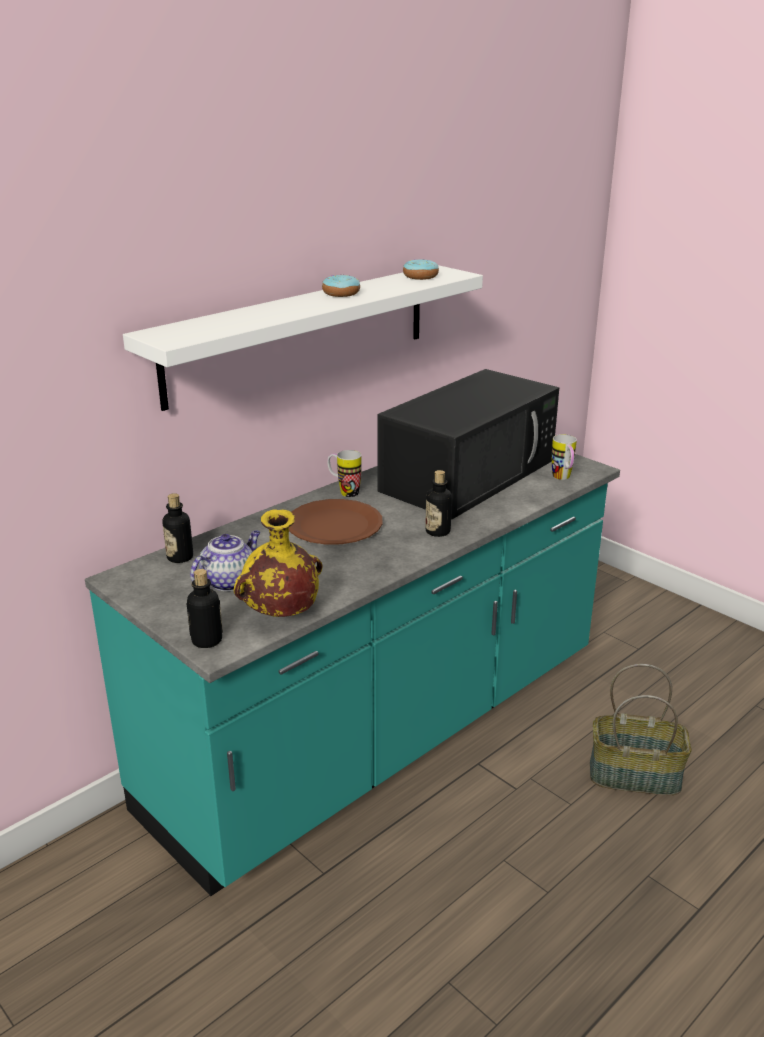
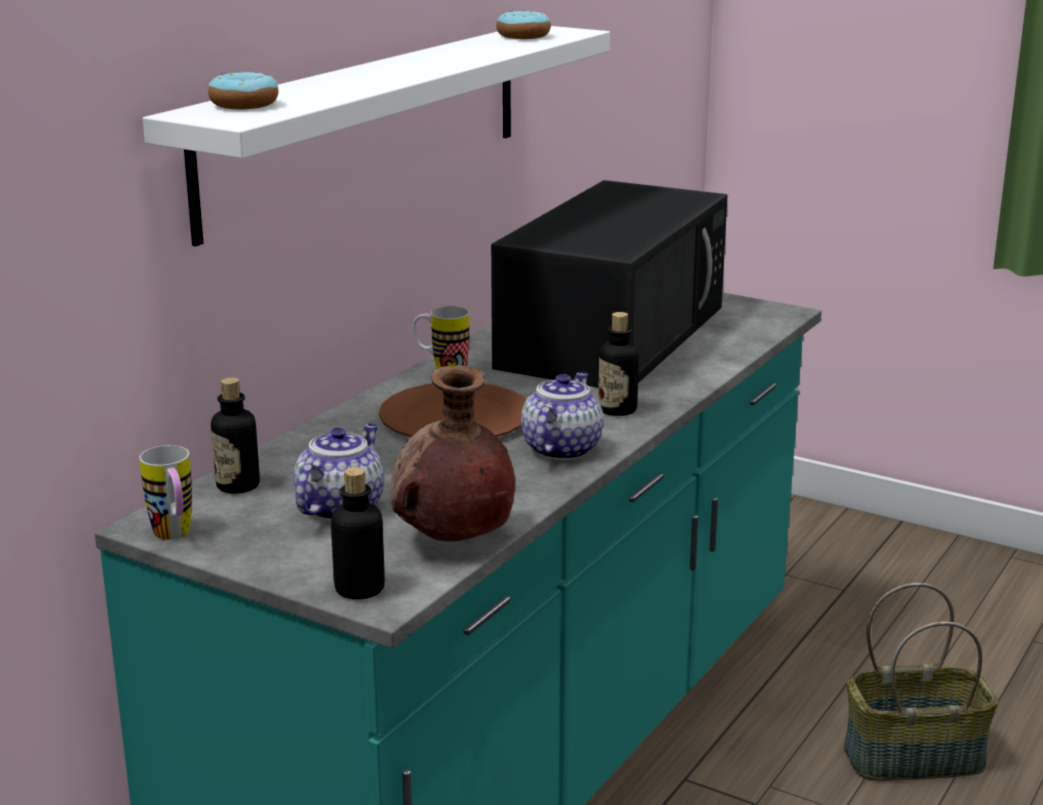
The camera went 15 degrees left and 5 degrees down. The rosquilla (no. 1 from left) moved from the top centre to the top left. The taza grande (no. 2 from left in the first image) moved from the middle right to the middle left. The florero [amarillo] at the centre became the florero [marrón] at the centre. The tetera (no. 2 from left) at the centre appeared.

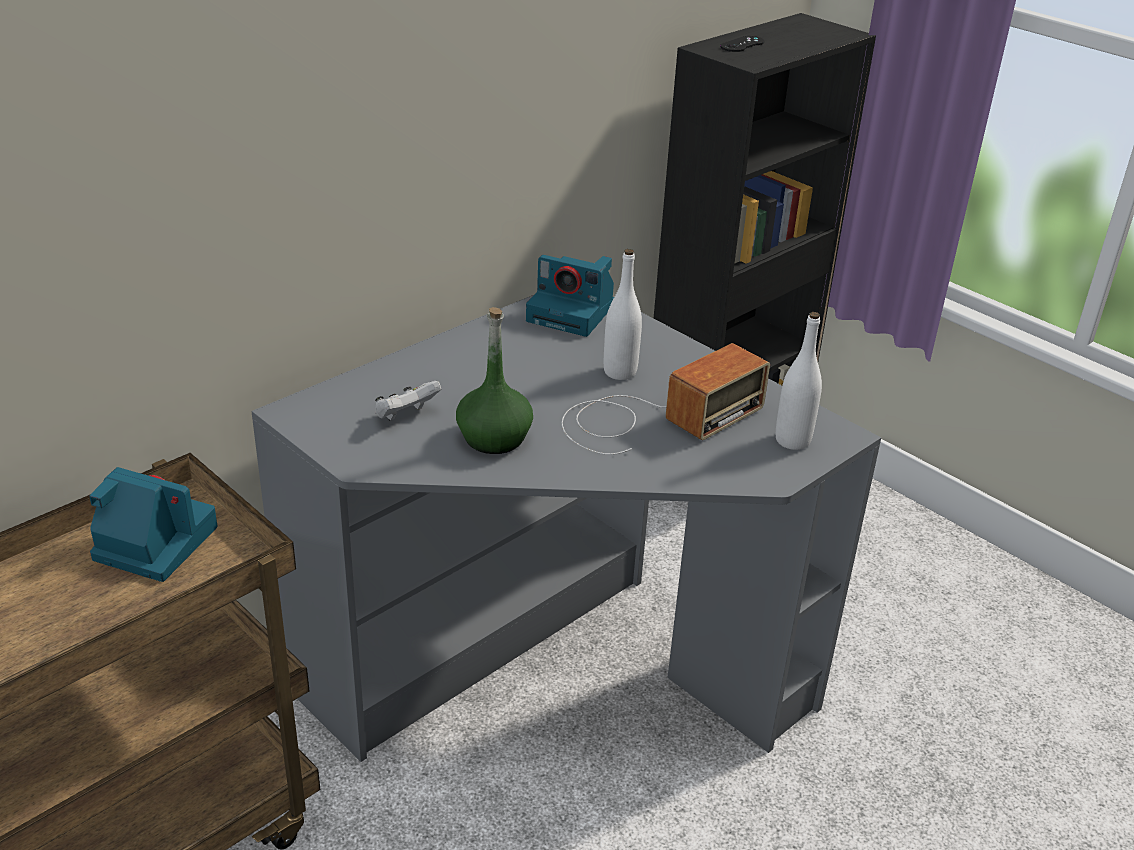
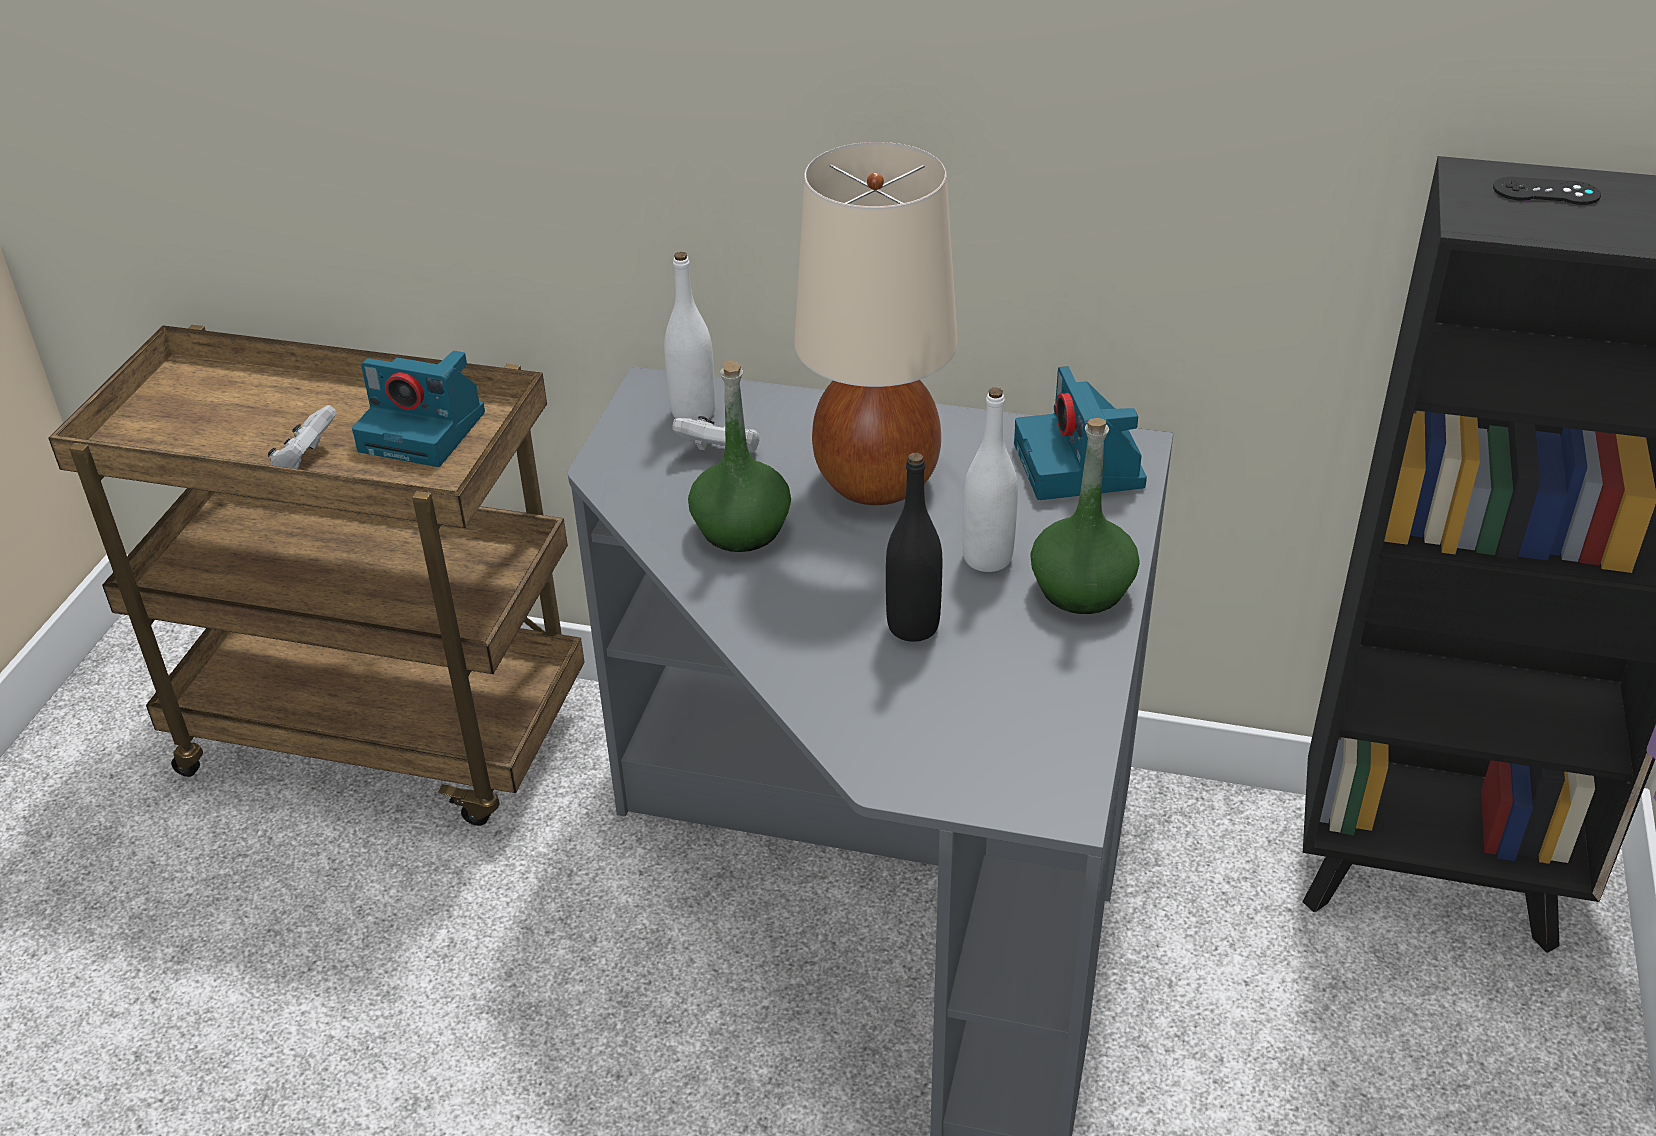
The camera went 60 degrees right and 5 degrees up. The botella [blanco] (no. 2 from left in the first image) moved from the middle right to the top centre. The radio at the centre was replaced by the botella [negro] at the centre. The cámara (no. 1 from left) at the middle left turned 120 degrees clockwise. The lámpara de mesa [beis] at the top centre appeared. The mando de consola [blanco] (no. 1 from left) at the middle left appeared. The botella [verde] (no. 2 from left) at the centre appeared.

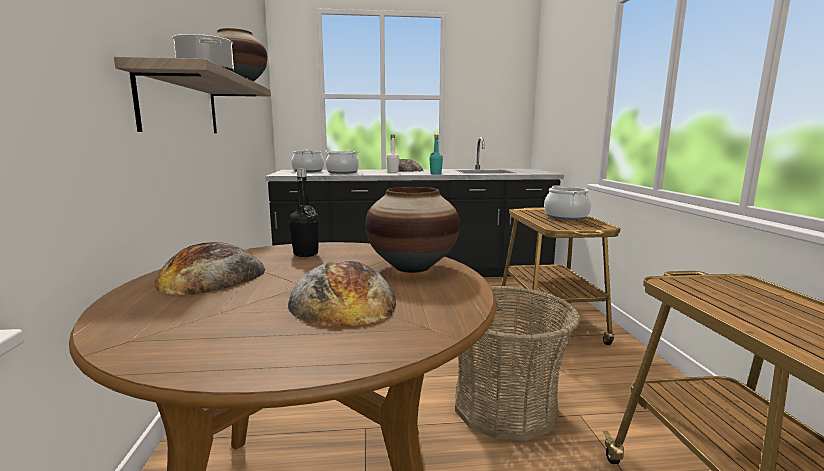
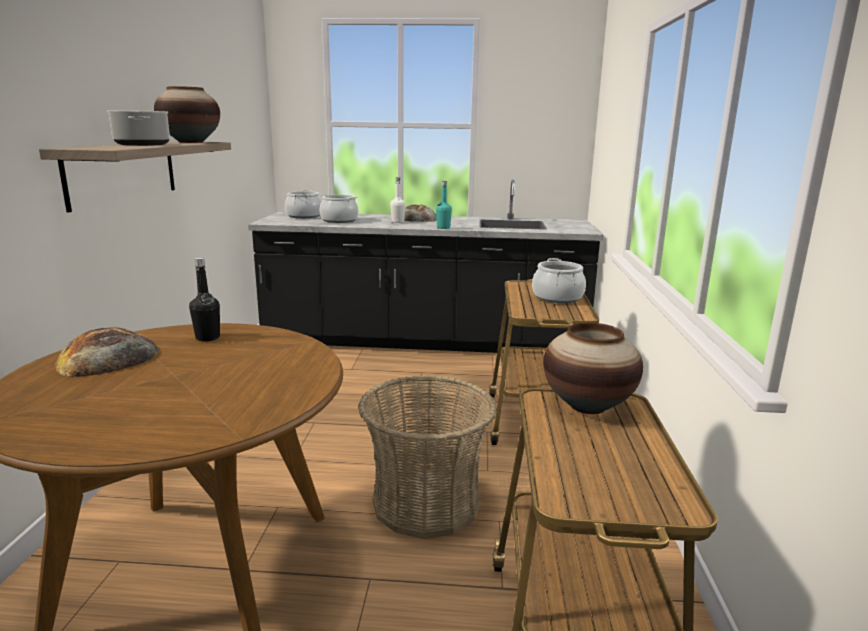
The camera went 10 degrees right and 5 degrees up. The florero (no. 2 from left) moved from the centre to the middle right. The pan (no. 2 from left) at the centre disappeared.

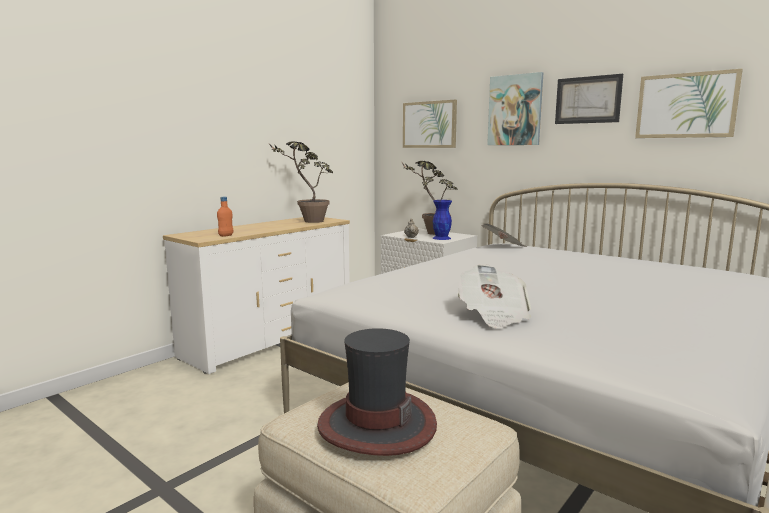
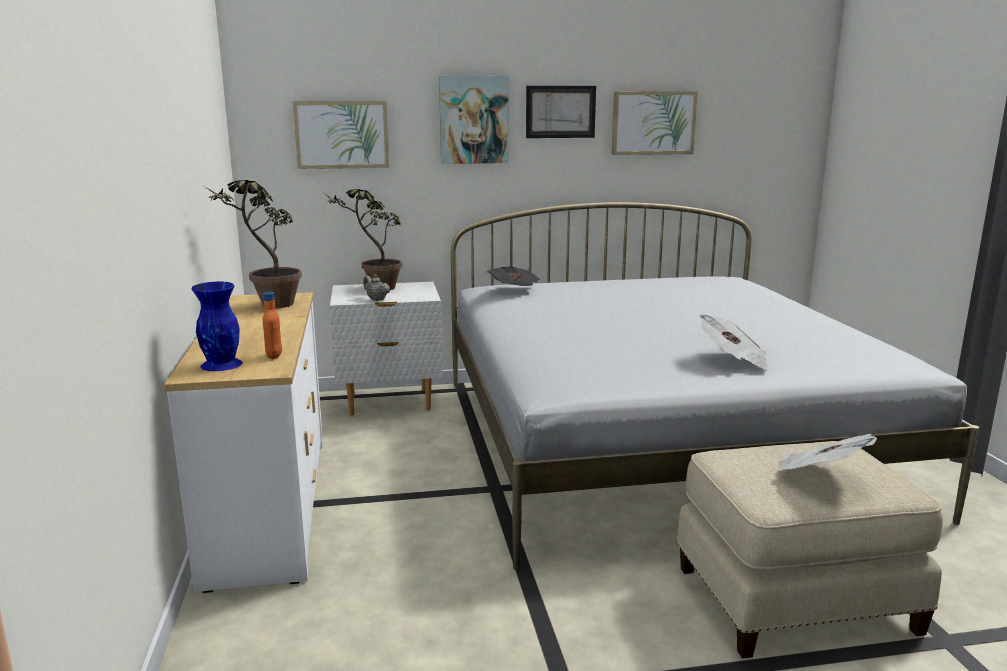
The camera went 50 degrees left and 5 degrees up. The florero [azul] moved from the centre to the middle left. The sombrero at the bottom centre was replaced by the periódico (no. 3 from left) at the bottom right.

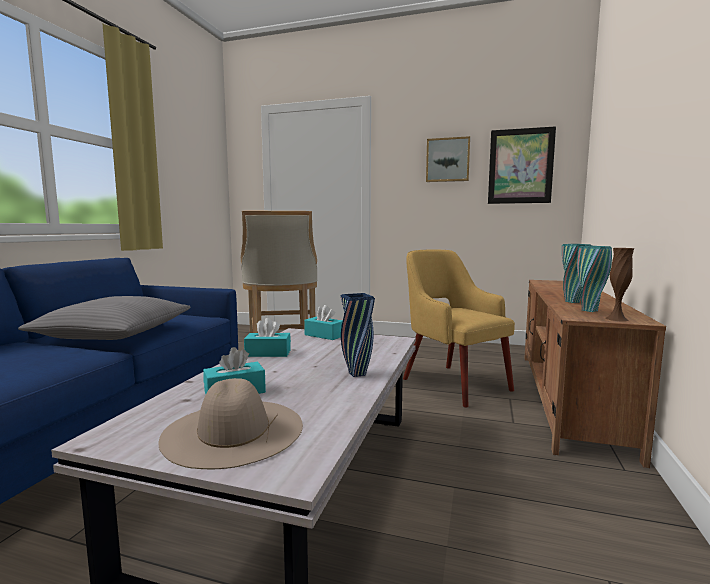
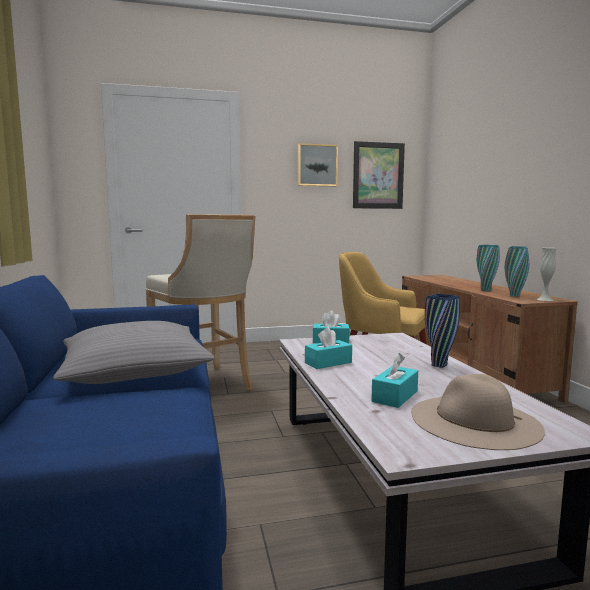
The camera went 30 degrees left and 0 degrees up. The florero [marrón] at the middle right became the florero [blanco] at the middle right.

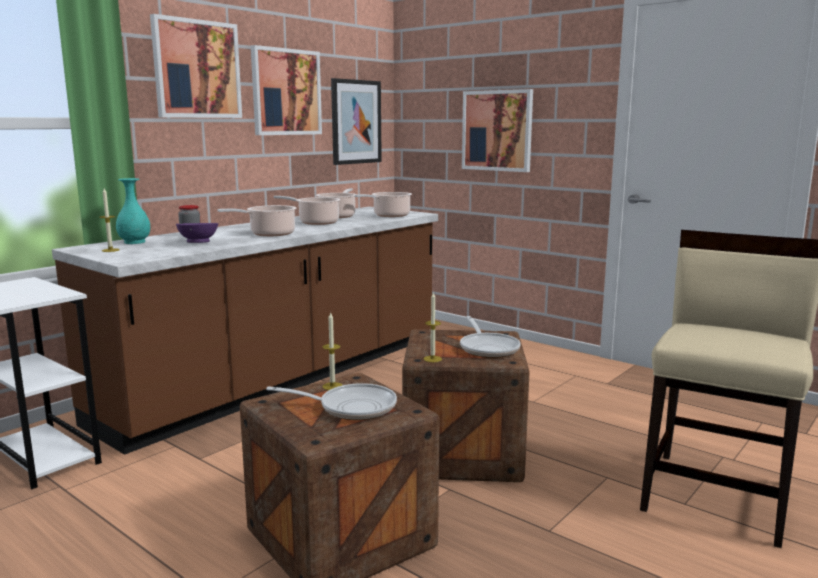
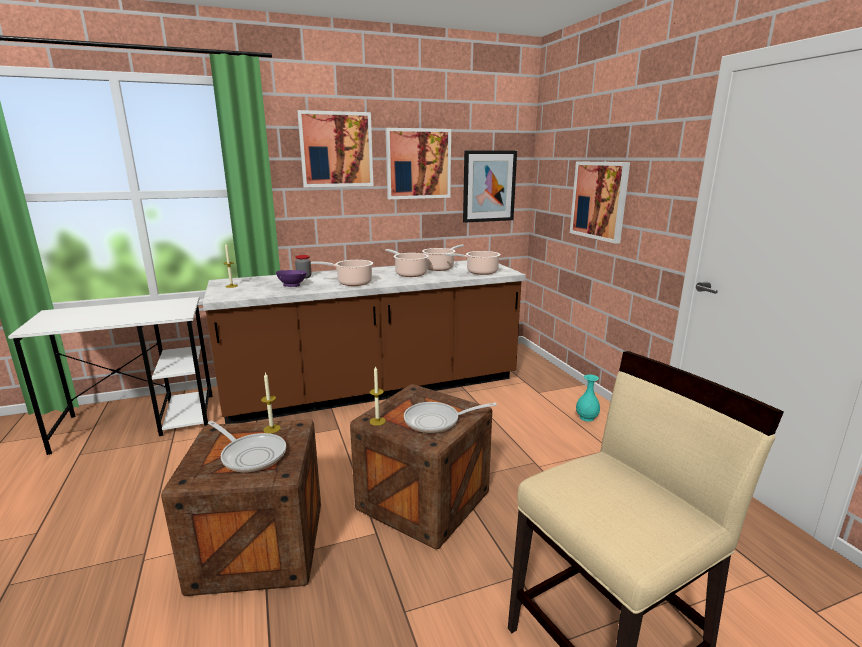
The camera went 30 degrees right and 5 degrees up. The florero [turquesa] moved from the middle left to the middle right. The sartén (no. 2 from left) at the centre turned 60 degrees clockwise.

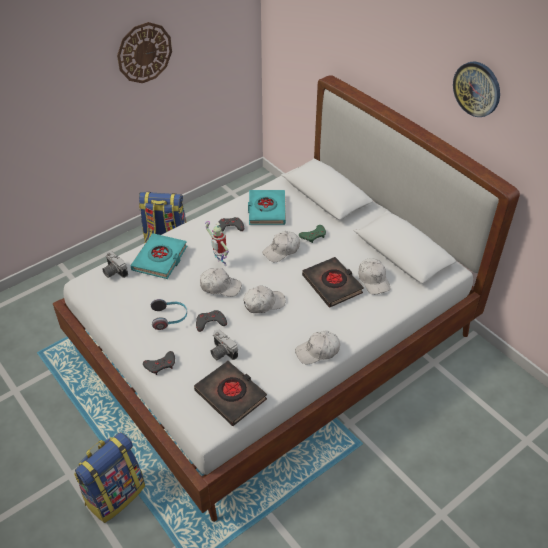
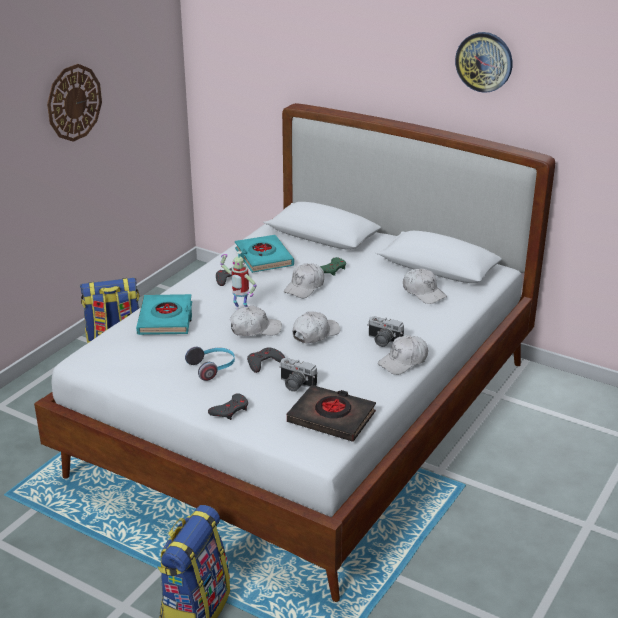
The camera went 20 degrees left and 15 degrees down. The cámara (no. 1 from left in the first image) moved from the middle left to the centre. The libro [negro] (no. 2 from left) at the centre disappeared.

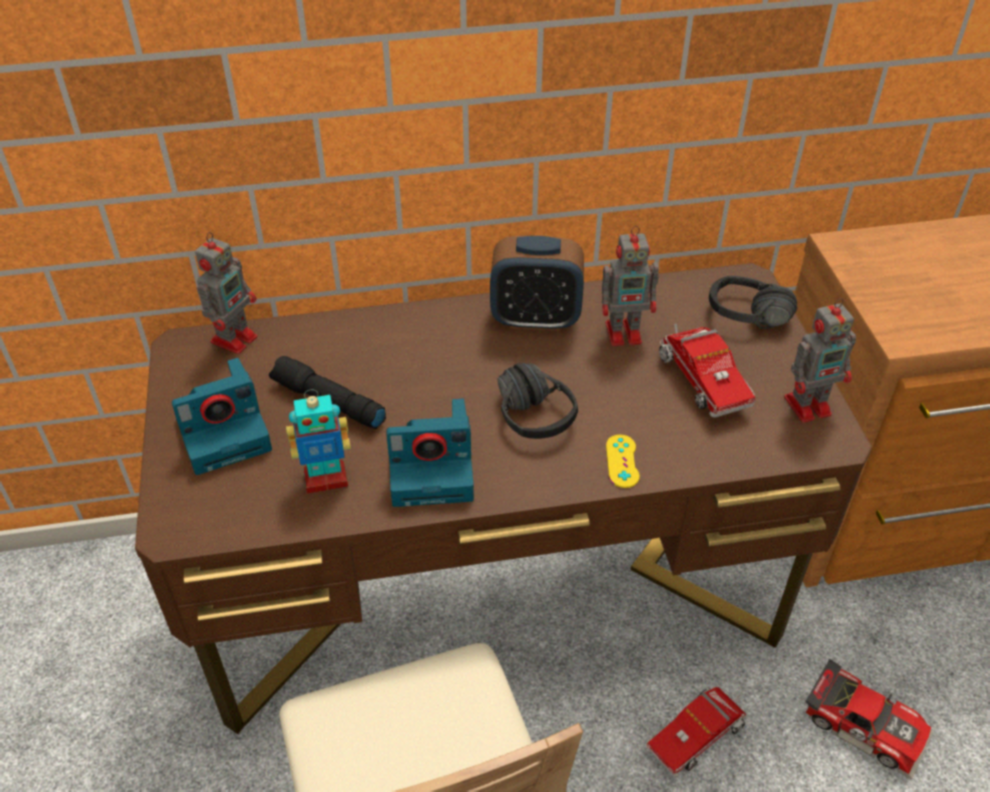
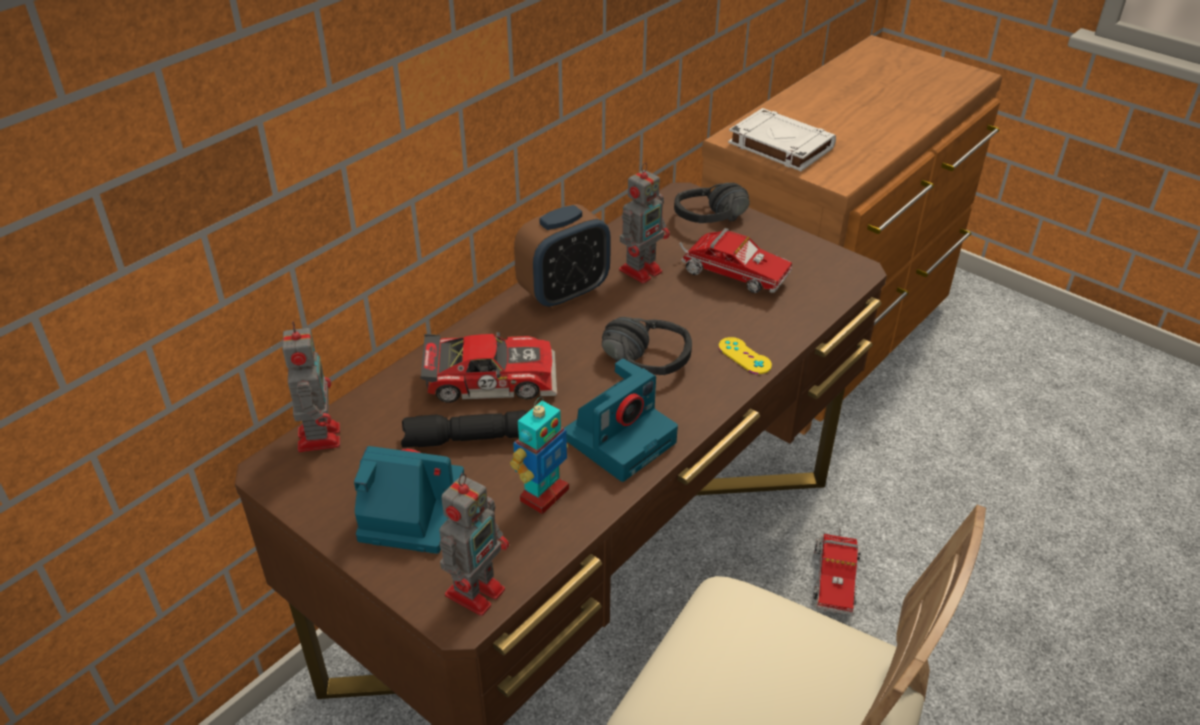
The camera went 40 degrees left and 5 degrees down. The robot de juguete (no. 4 from left in the first image) moved from the middle right to the bottom centre. The cámara (no. 1 from left) at the middle left turned 105 degrees counterclockwise. The coche de juguete moved from the bottom right to the centre. The libro [blanco] at the top centre appeared.

